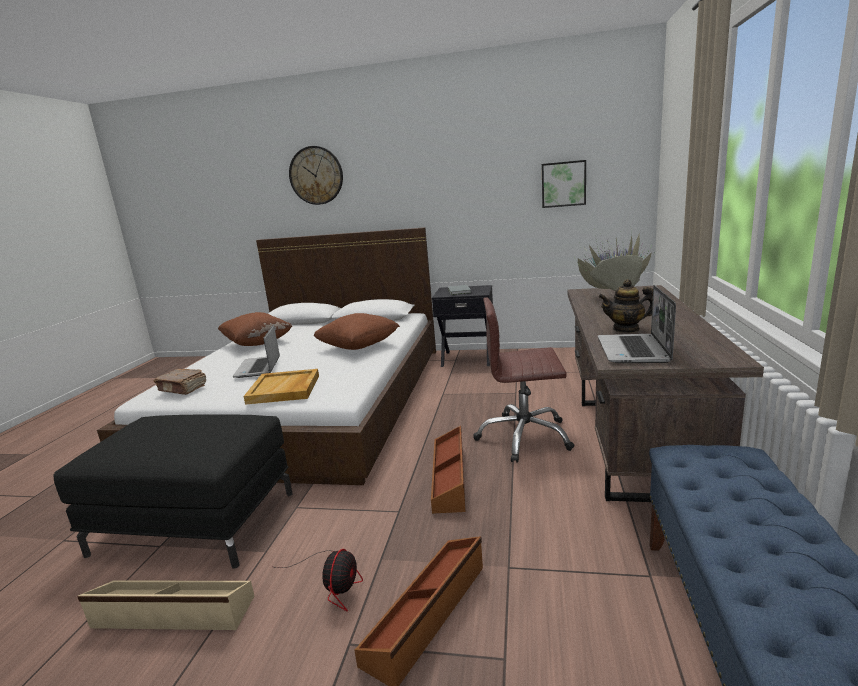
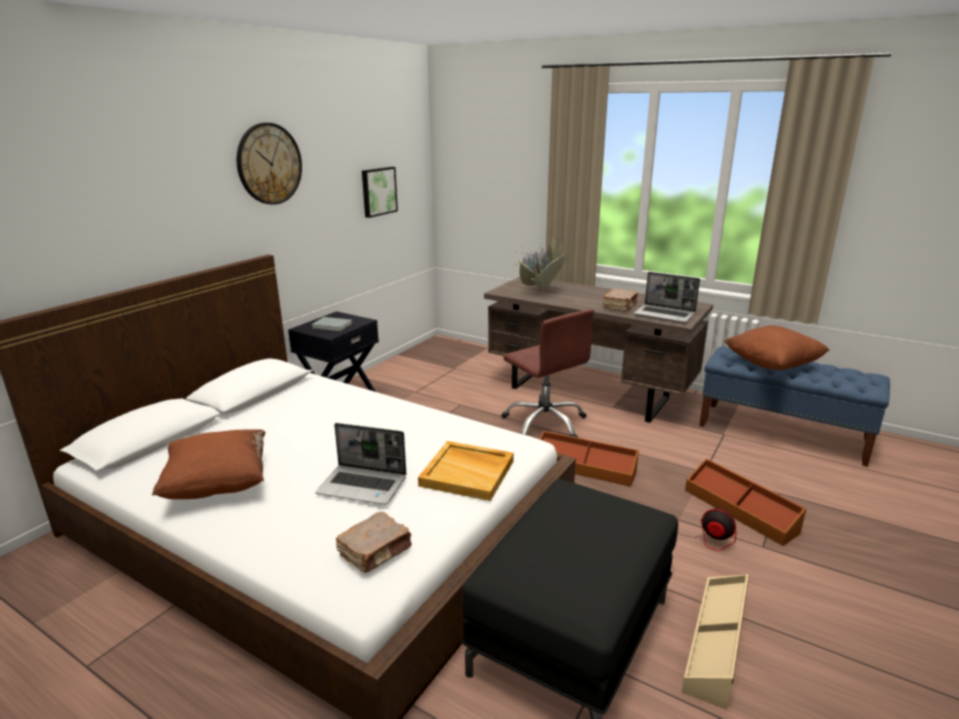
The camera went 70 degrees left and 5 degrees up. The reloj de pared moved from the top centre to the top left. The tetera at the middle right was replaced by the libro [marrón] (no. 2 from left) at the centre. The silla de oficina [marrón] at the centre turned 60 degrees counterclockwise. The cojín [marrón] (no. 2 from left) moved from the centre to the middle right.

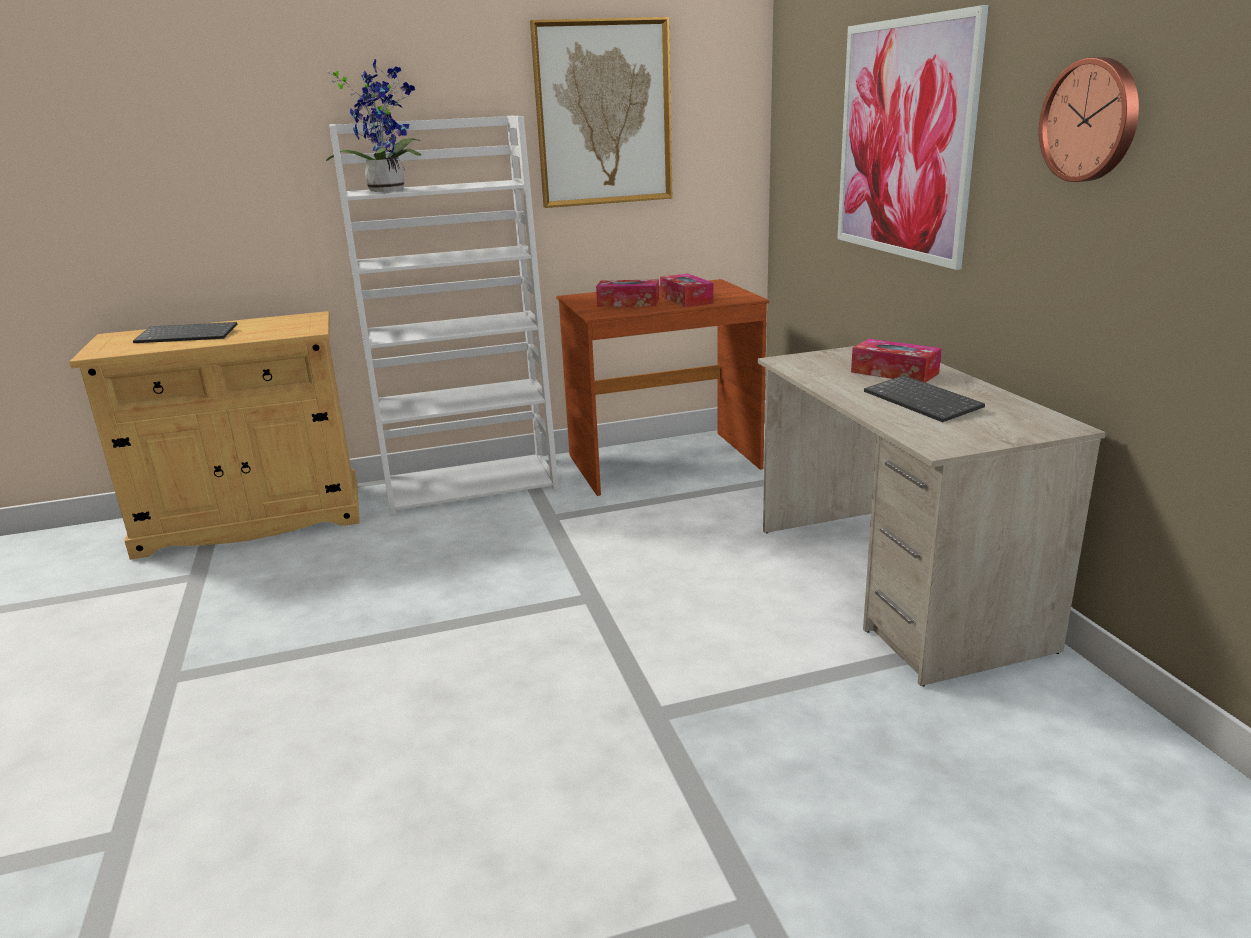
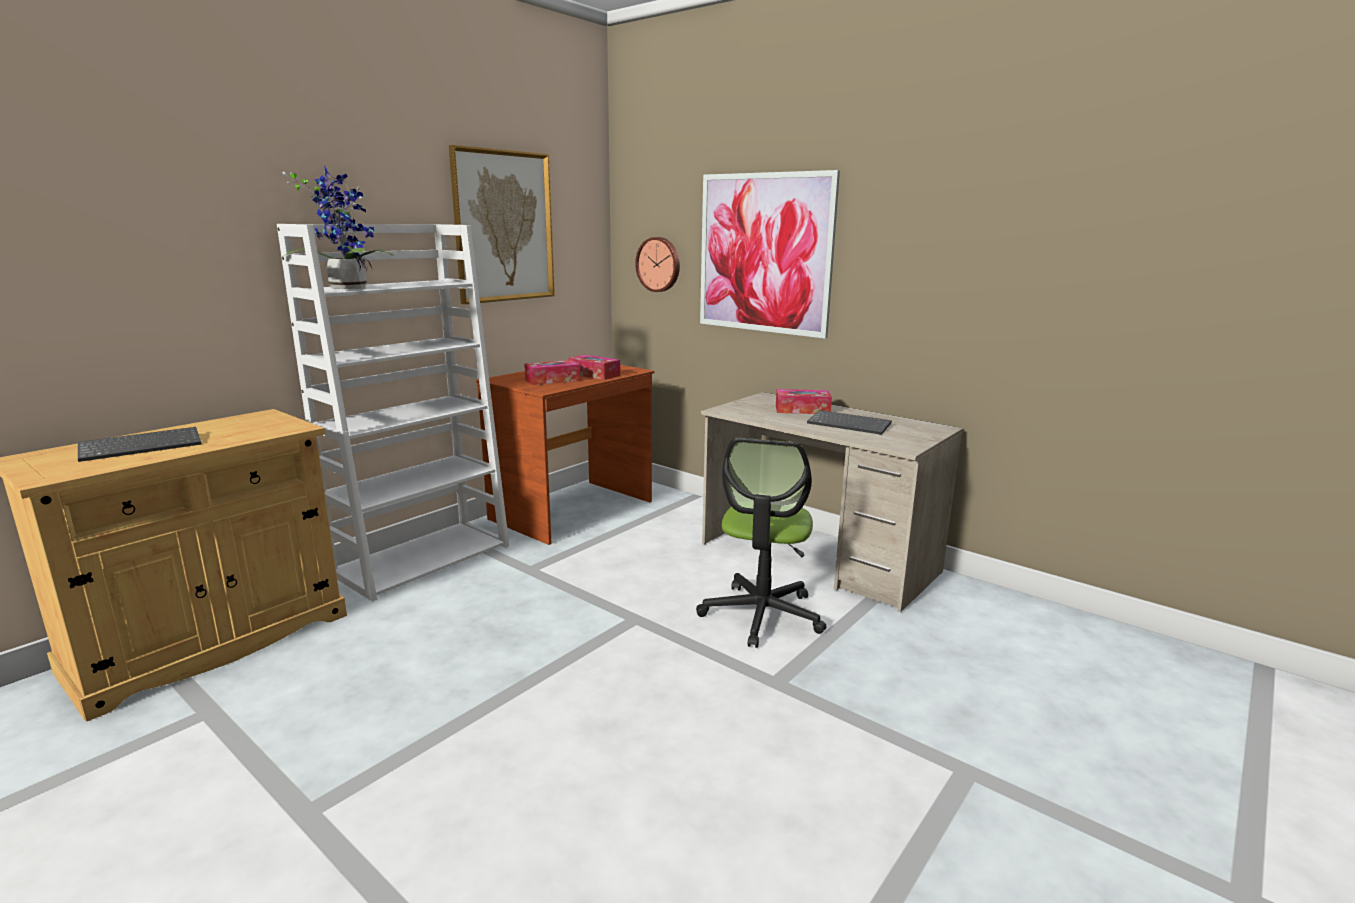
The camera went 35 degrees left and 5 degrees down. The reloj de pared moved from the top right to the top centre. The silla de oficina at the centre appeared.

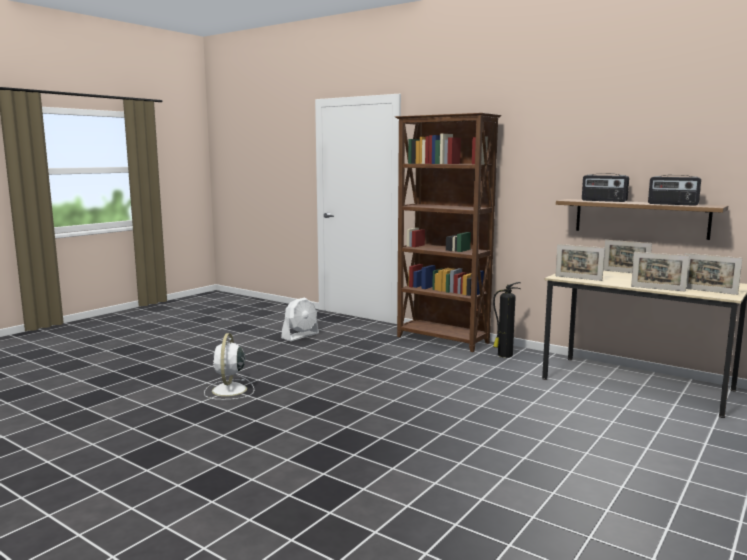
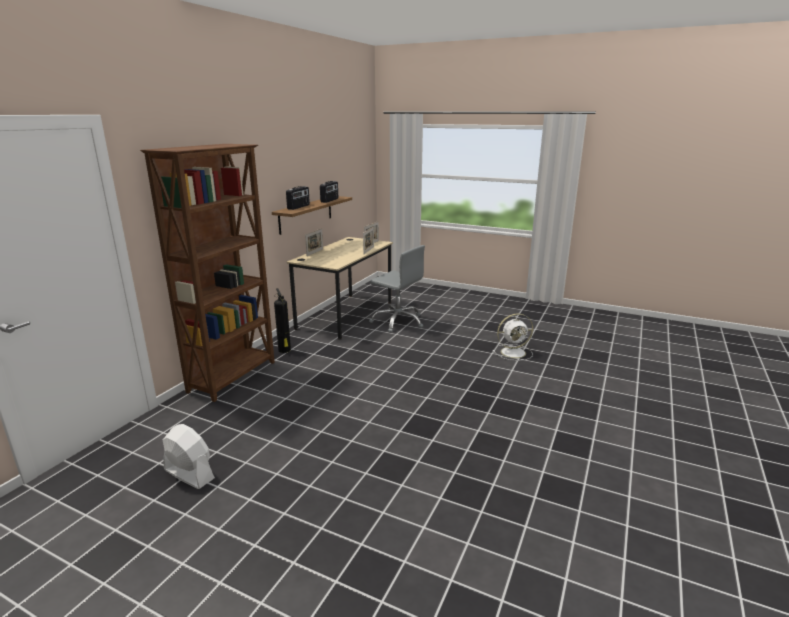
The camera went 100 degrees left and 10 degrees up. The portarretratos (no. 1 from left) at the middle right disappeared. The ventilador [blanco] (no. 1 from left in the first image) moved from the middle left to the centre. The silla de oficina [gris] at the centre appeared.

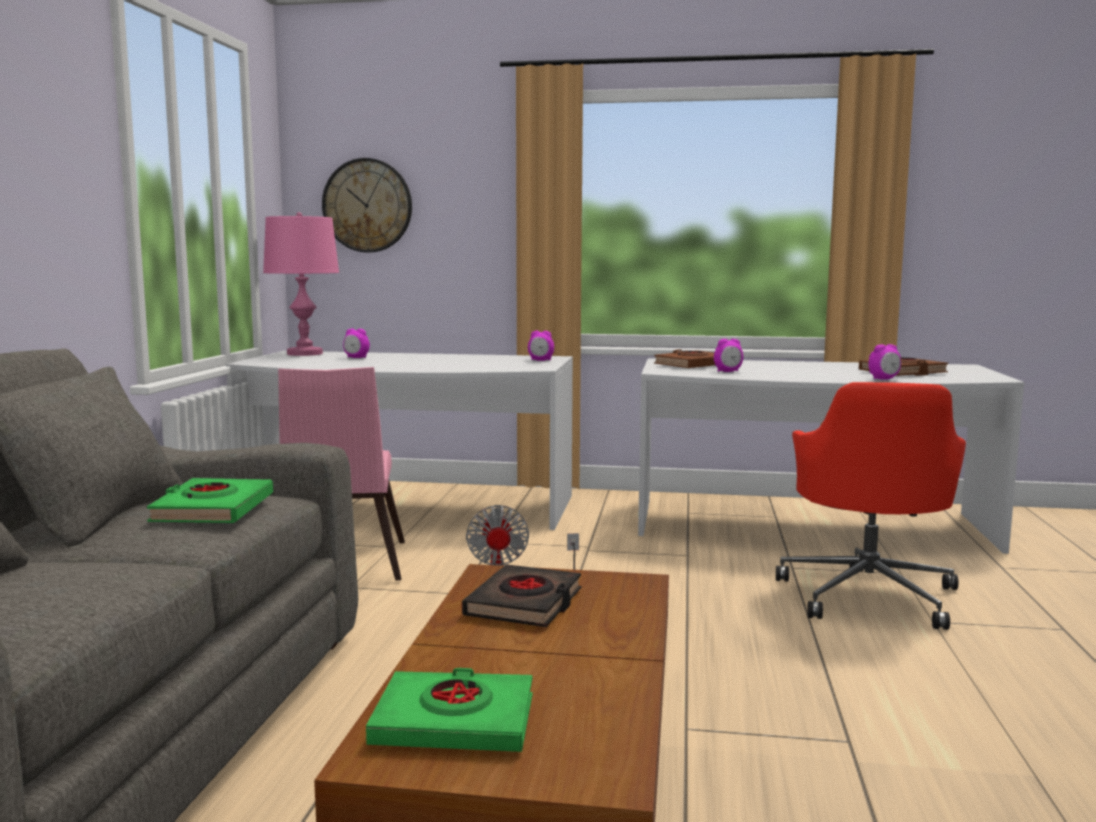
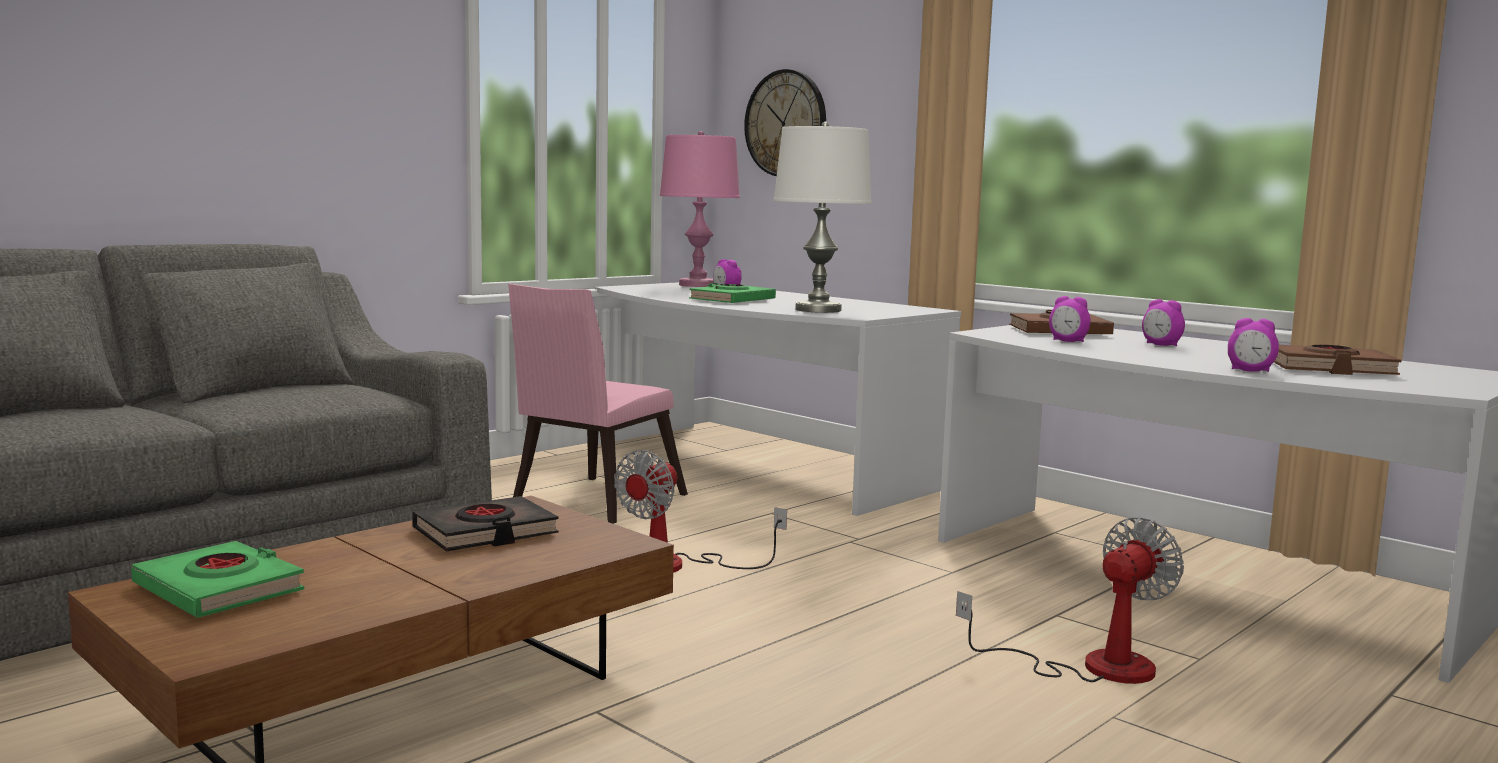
The camera went 35 degrees right and 0 degrees up. The despertador (no. 2 from left in the first image) moved from the centre to the middle right. The silla de oficina [rojo] at the middle right was replaced by the ventilador (no. 2 from left) at the bottom right. The libro [verde] (no. 1 from left in the first image) moved from the middle left to the centre. The lámpara de mesa [blanco] at the top centre appeared.

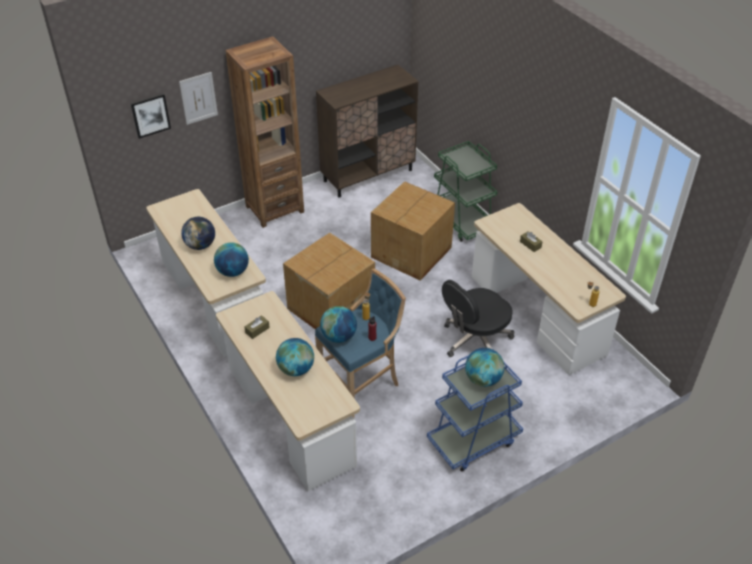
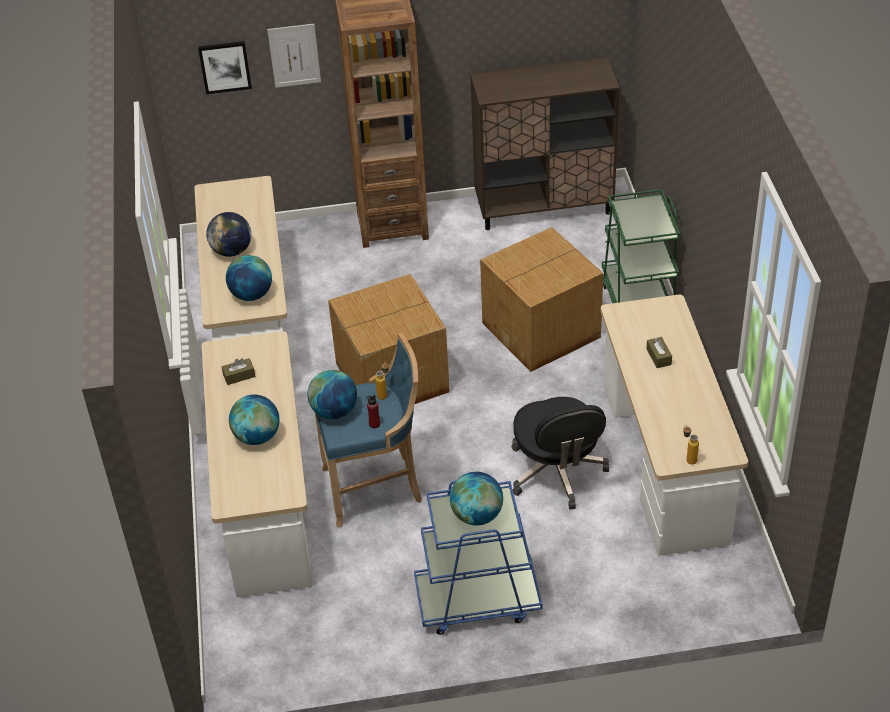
The camera went 25 degrees right and 0 degrees up. The silla de oficina [negro] at the centre turned 90 degrees counterclockwise.

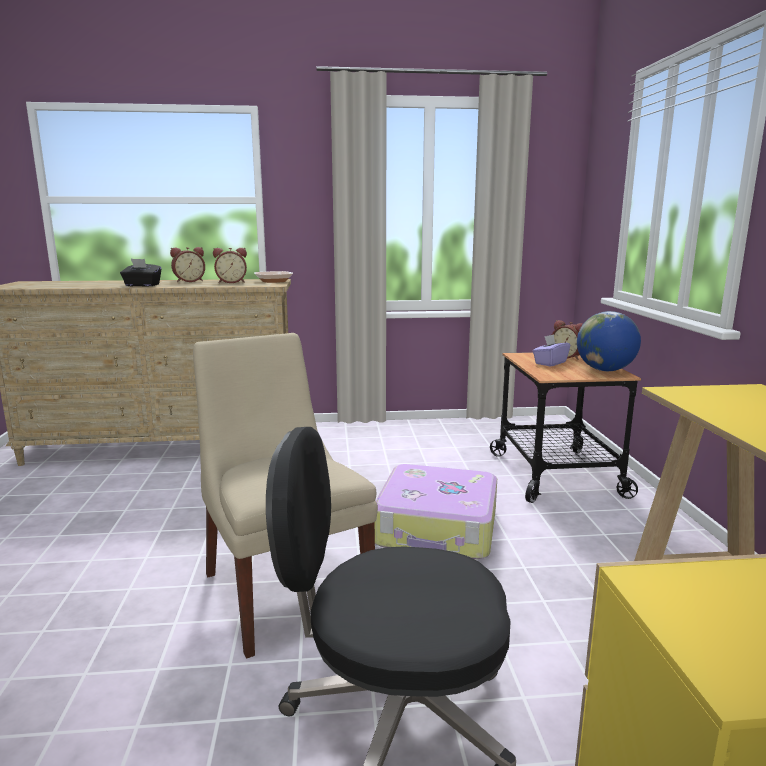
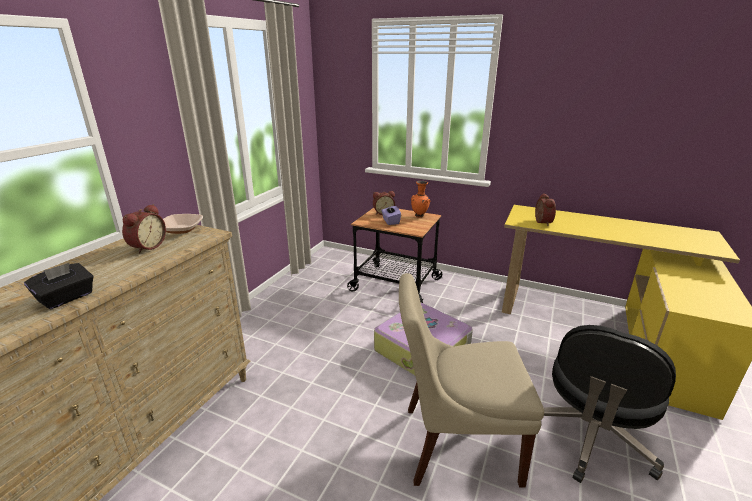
The camera went 60 degrees left and 10 degrees up. The despertador (no. 1 from left in the first image) moved from the middle left to the middle right. The globo terráqueo at the middle right was replaced by the florero [naranja] at the centre.

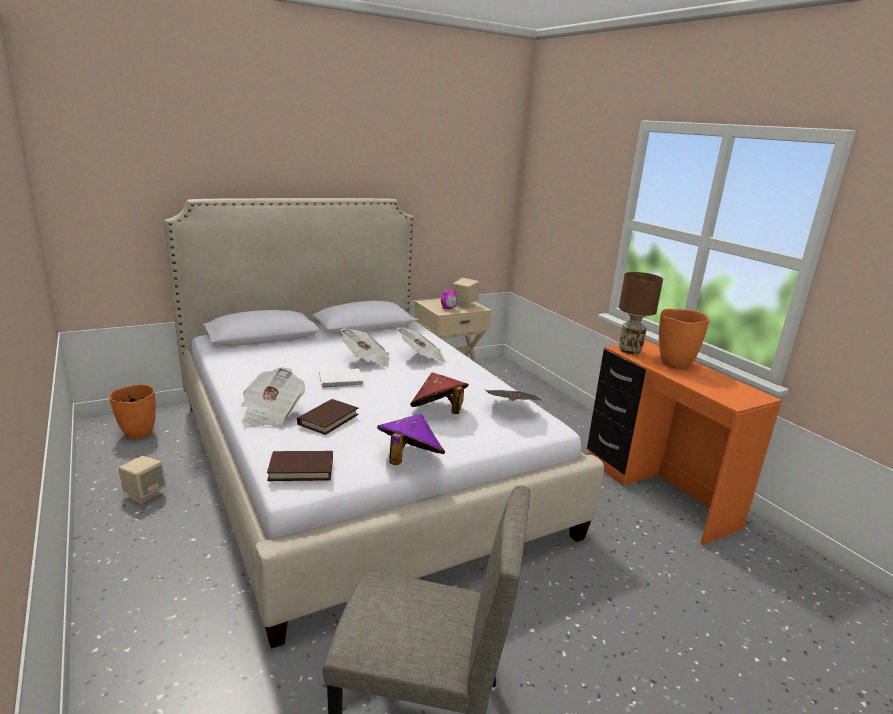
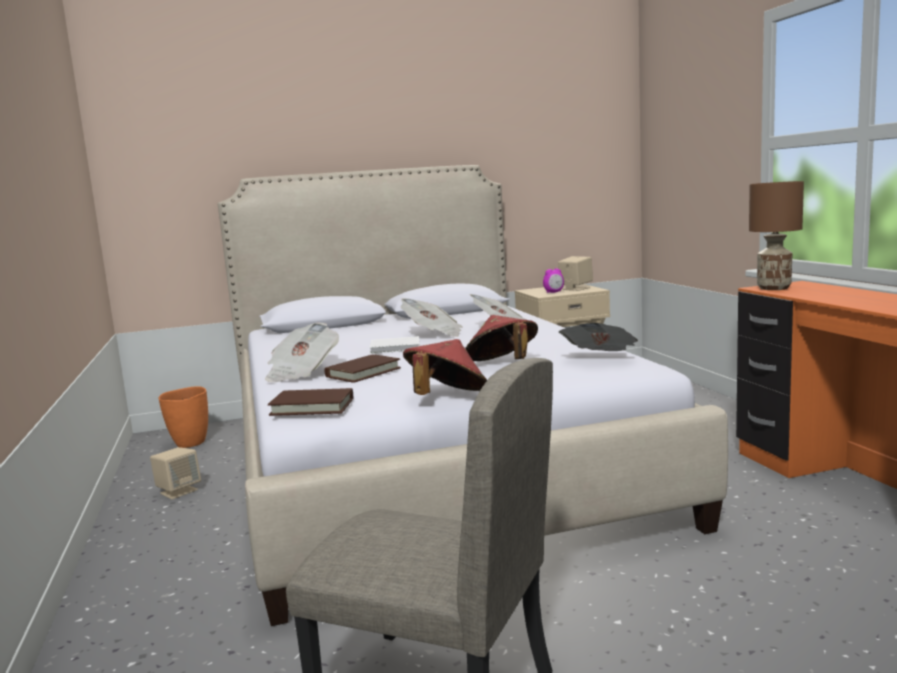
The camera went 15 degrees right and 10 degrees down. The florero [naranja] (no. 2 from left) at the middle right disappeared. The sombrero [morado] at the centre became the sombrero [rojo] (no. 1 from left) at the centre.

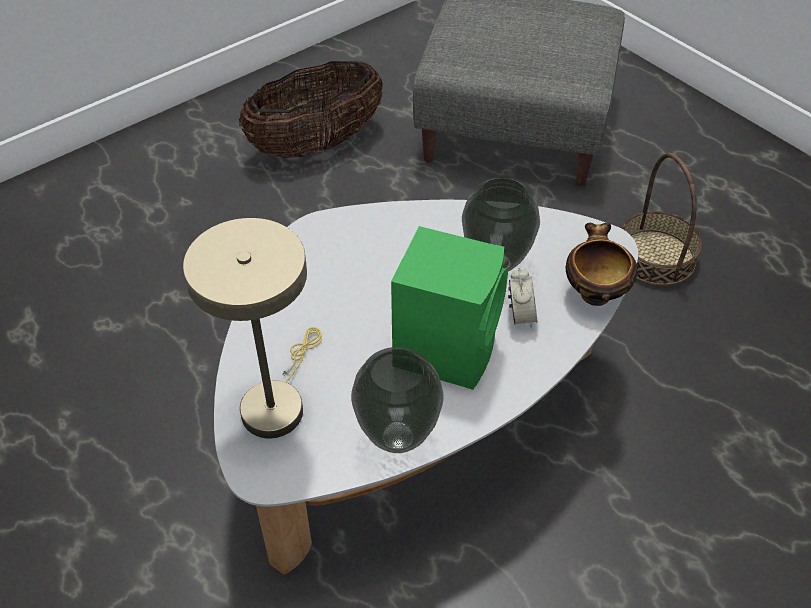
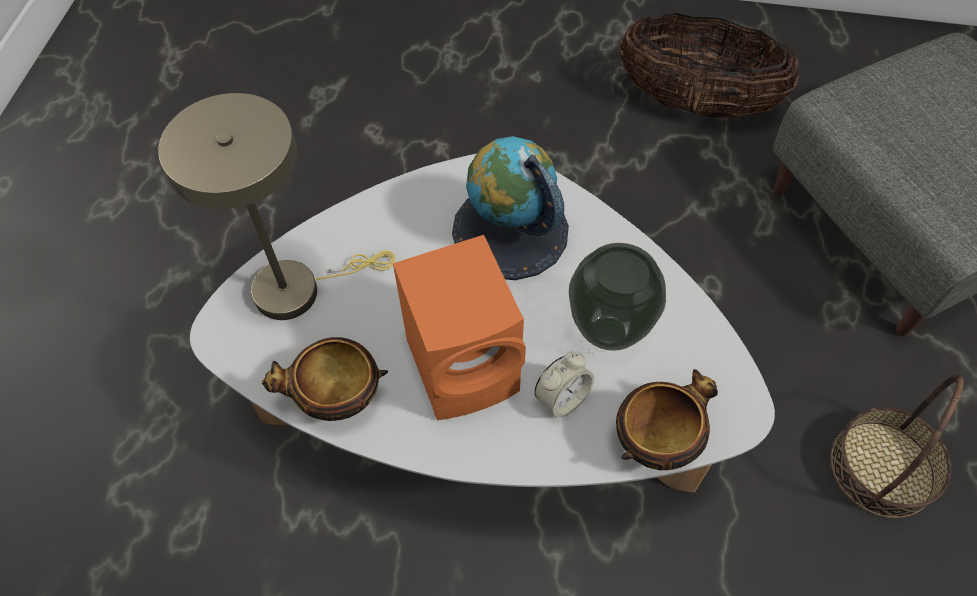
The camera went 50 degrees right and 10 degrees up. The altavoz [verde] at the centre became the altavoz [naranja] at the centre. The florero (no. 1 from left) at the centre was replaced by the cuenco (no. 1 from left) at the middle left. The globo terráqueo at the centre appeared.

